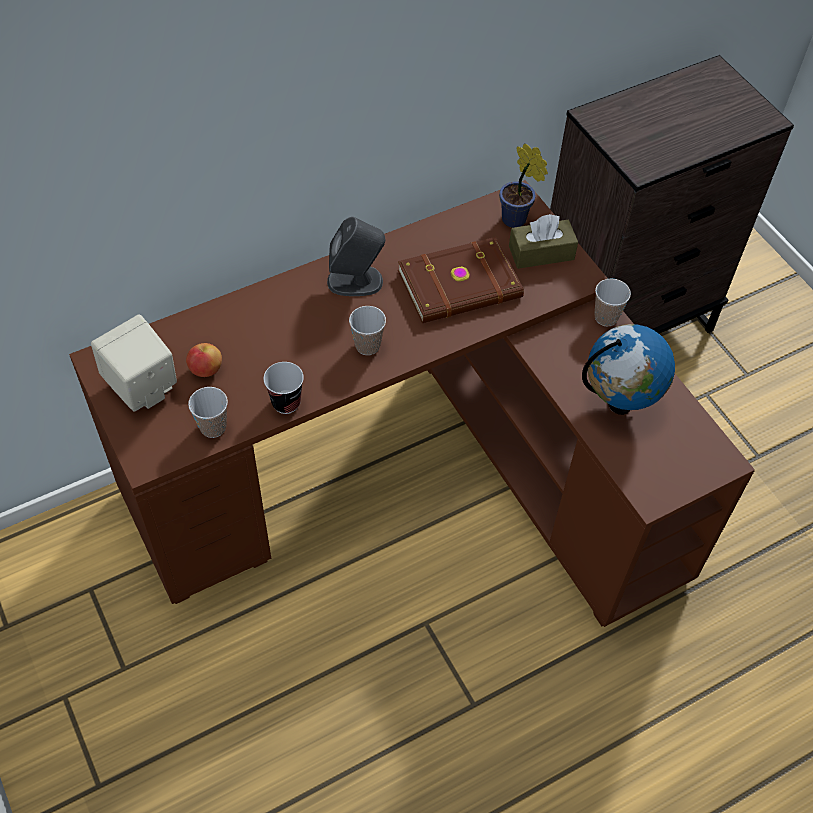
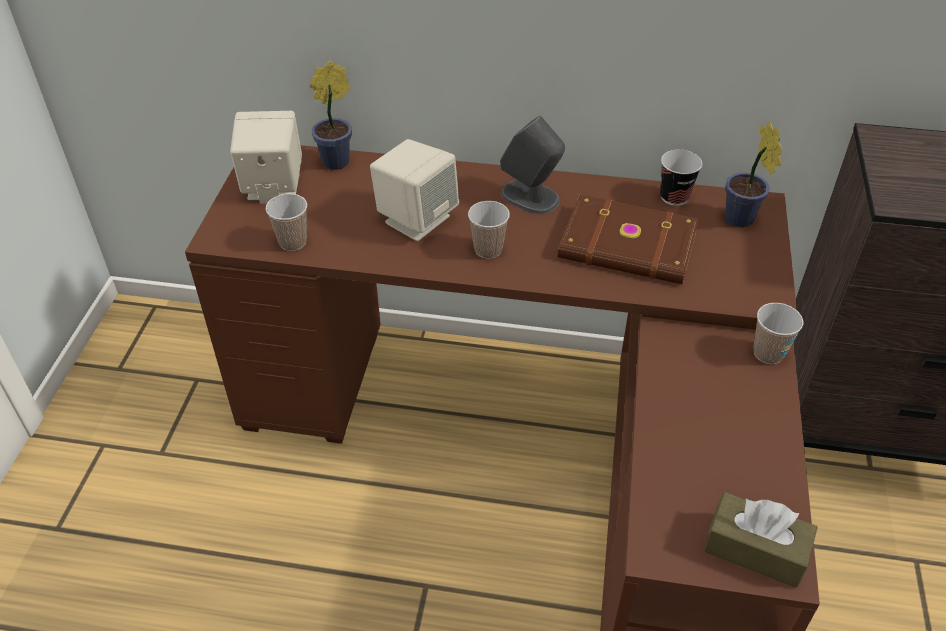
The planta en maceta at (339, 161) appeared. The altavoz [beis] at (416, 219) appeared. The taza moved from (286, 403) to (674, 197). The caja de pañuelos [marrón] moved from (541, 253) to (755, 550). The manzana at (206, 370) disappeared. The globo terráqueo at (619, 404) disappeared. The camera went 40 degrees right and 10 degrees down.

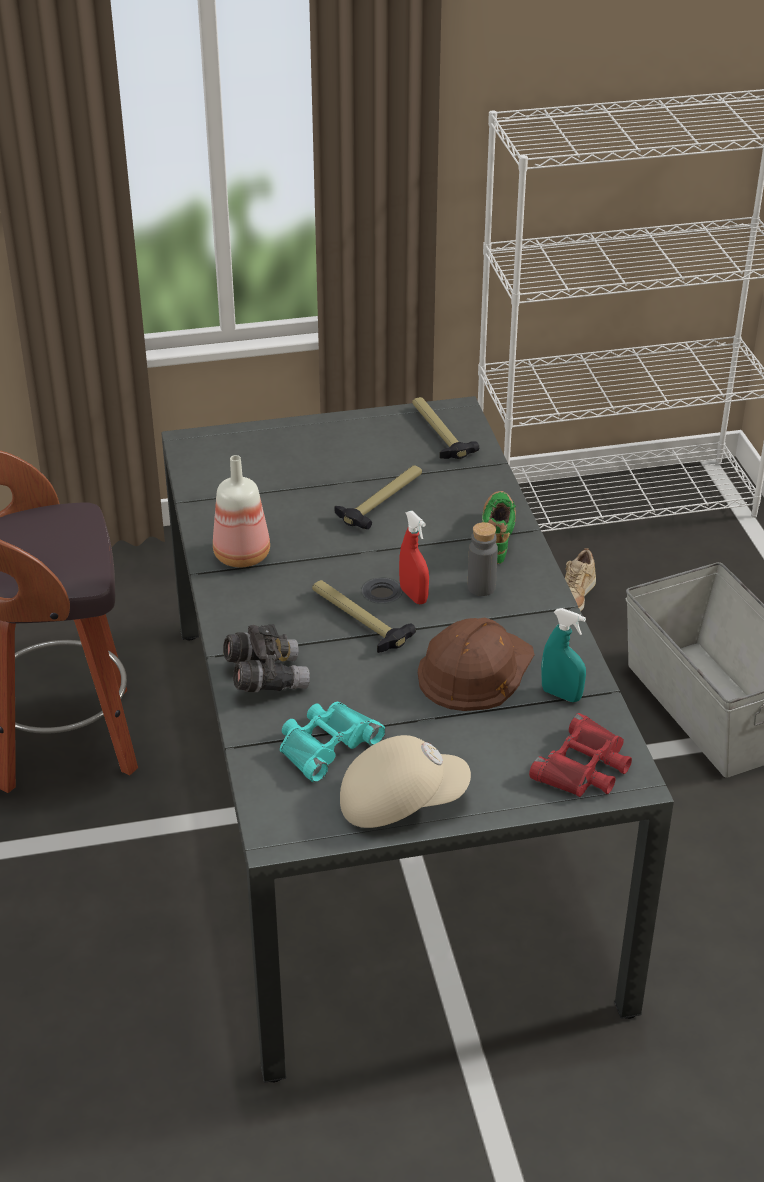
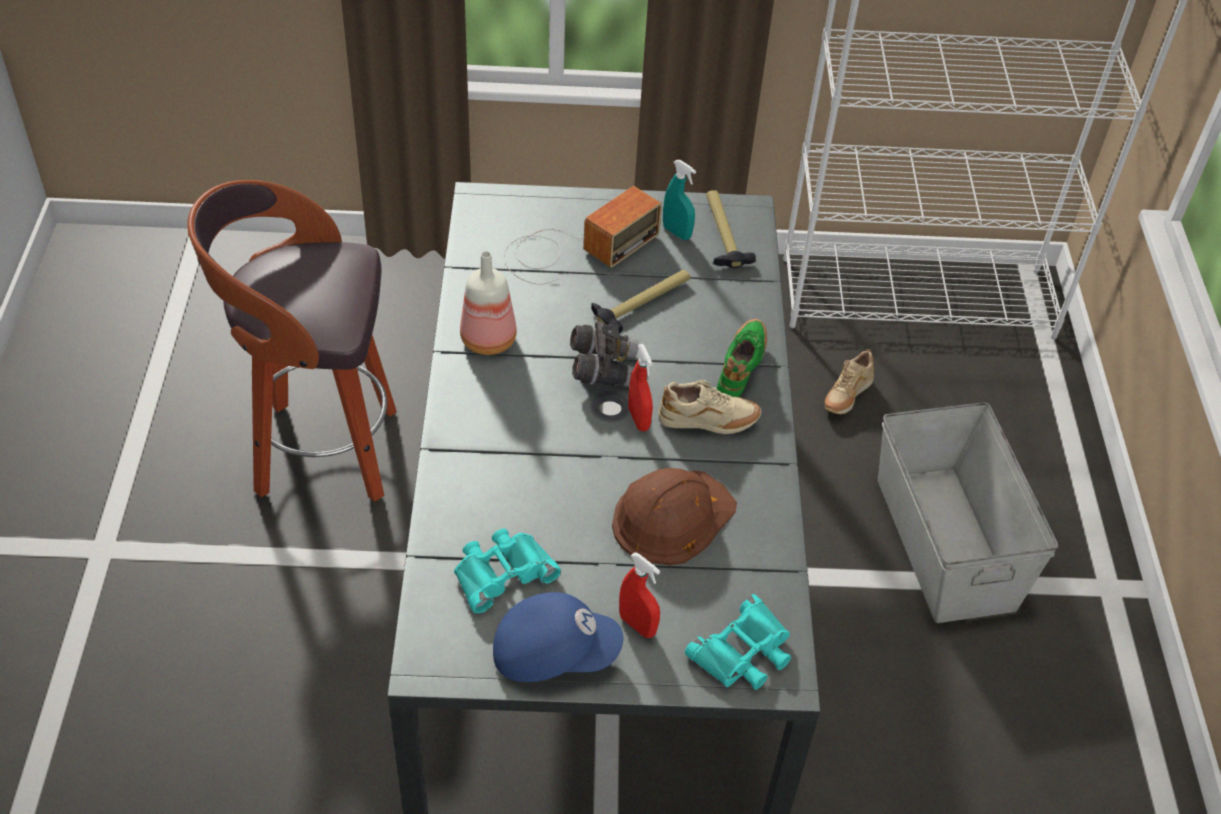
The gorra [beis] at (401, 800) became the gorra [azul] at (554, 652). The radio at (575, 249) appeared. The prismáticos [gris] moved from (266, 677) to (604, 369). The pulverizador [rojo] at (637, 625) appeared. The botella [gris] at (481, 587) was replaced by the zapato [beis] at (708, 423). The pulverizador [turquesa] moved from (561, 694) to (676, 232). The prismáticos [rojo] at (584, 767) became the prismáticos [turquesa] at (743, 652). The martillo at (357, 620) disappeared. The camera went 10 degrees right and 10 degrees up.

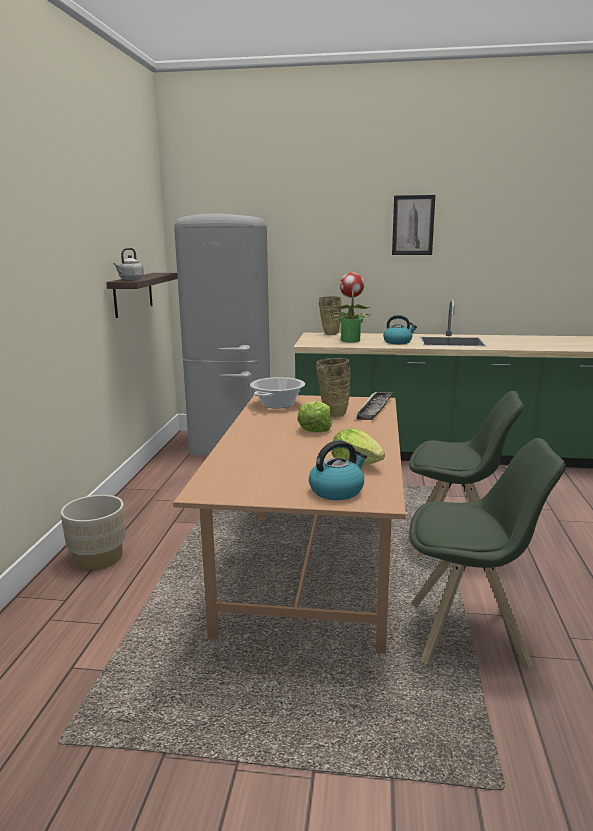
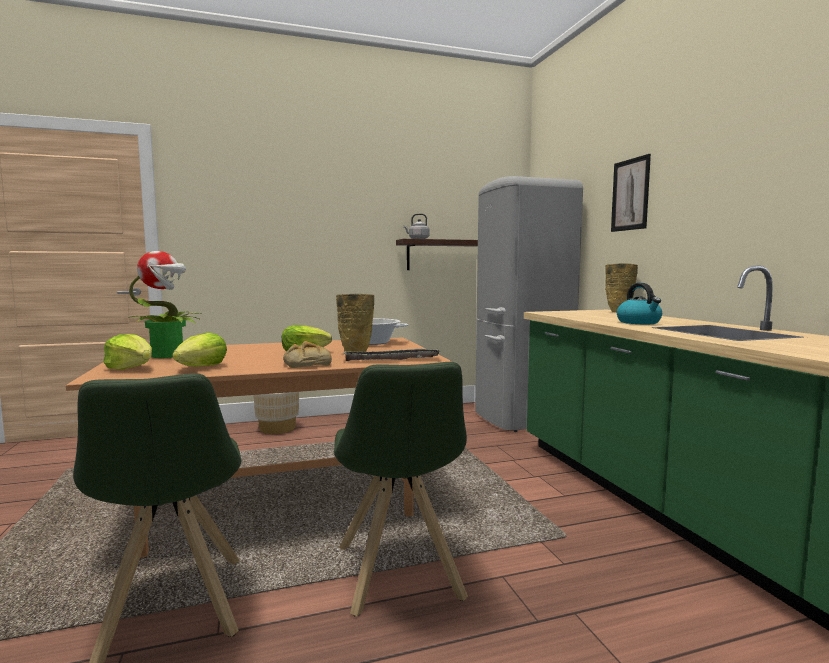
The hervidor at (337, 490) was replaced by the lechuga at (131, 368). The planta en maceta moved from (350, 340) to (168, 355). The pan at (306, 363) appeared. The cuadro moved from (413, 225) to (630, 194). The camera went 65 degrees right and 10 degrees down.

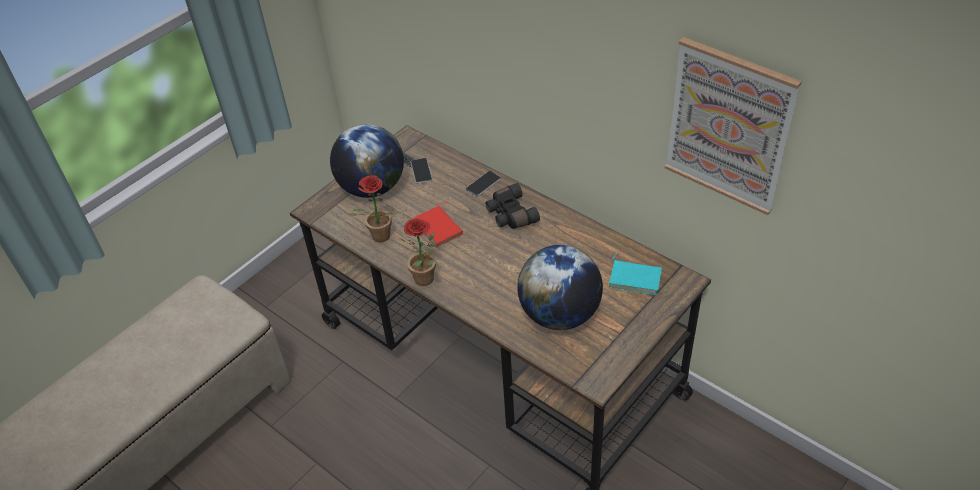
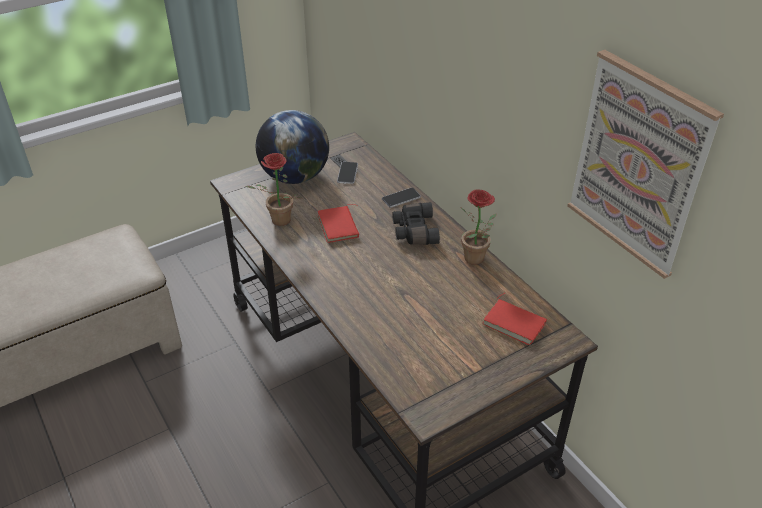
The planta en maceta moved from (427, 281) to (476, 261). The libro [turquesa] at (635, 278) became the libro [rojo] at (515, 323). The globo terráqueo at (560, 314) disappeared. The camera went 15 degrees right and 5 degrees down.

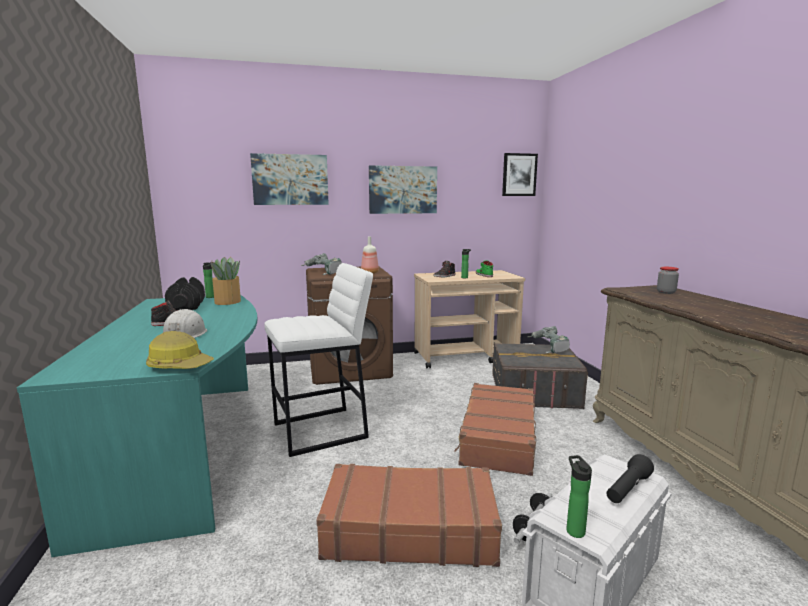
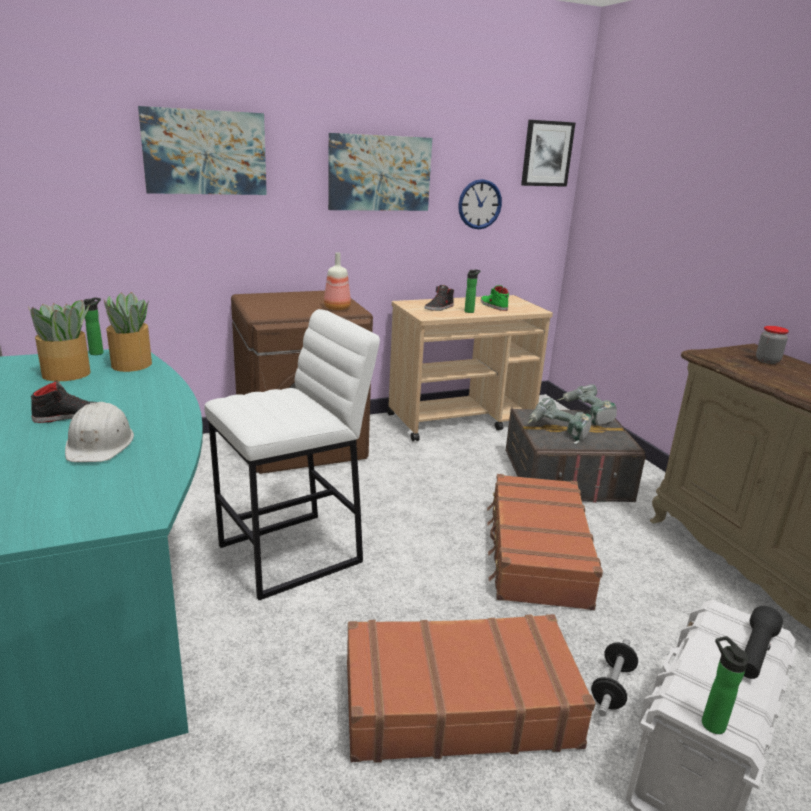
The mancuerna [negro] at (186, 306) was replaced by the planta en maceta at (67, 374). The reloj de pared at (479, 204) appeared. The taladro moved from (322, 272) to (557, 432). The casco at (180, 366) disappeared. The camera went 10 degrees left and 10 degrees up.

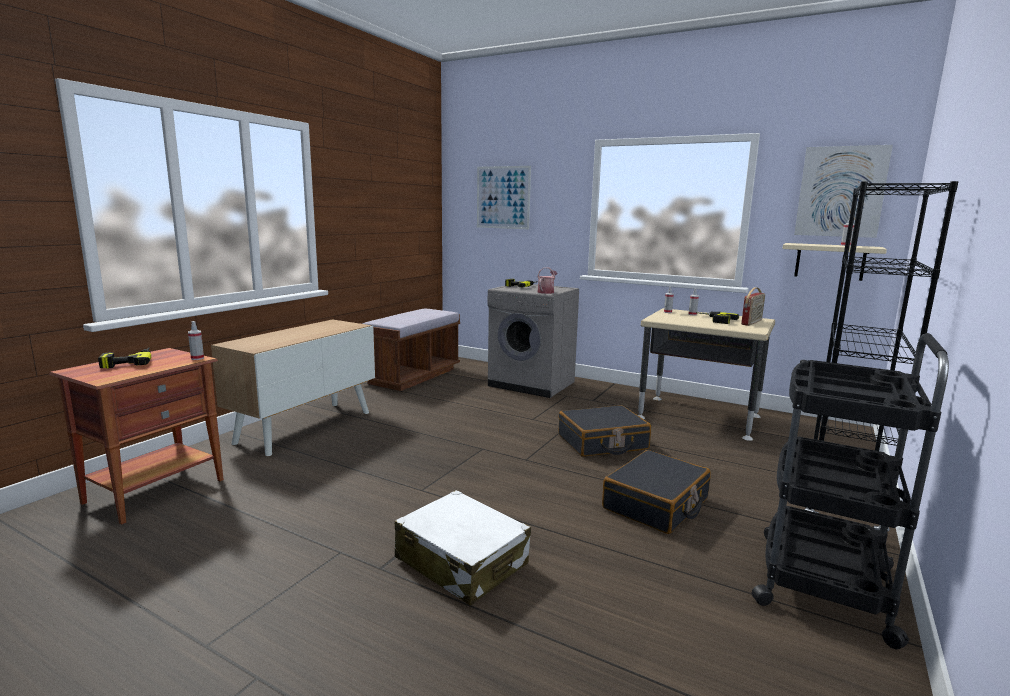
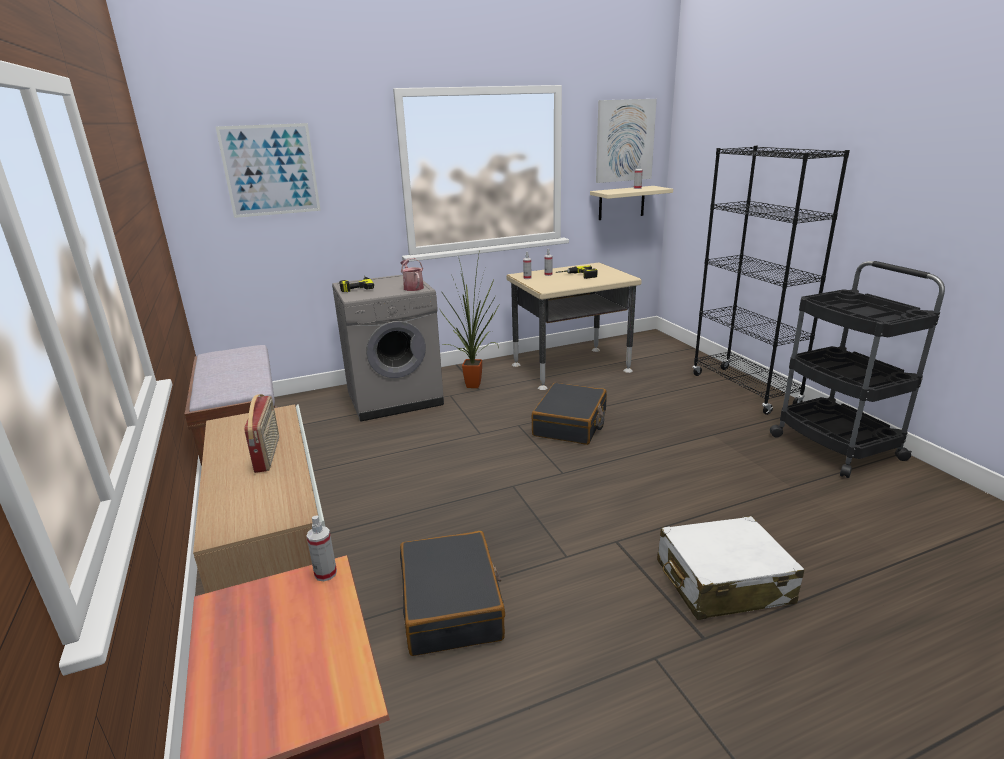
The radio moved from (752, 322) to (268, 454). The maleta [negro] moved from (656, 504) to (452, 605). The planta en maceta at (476, 386) appeared. The taladro at (128, 361) disappeared. The camera went 50 degrees left and 10 degrees up.

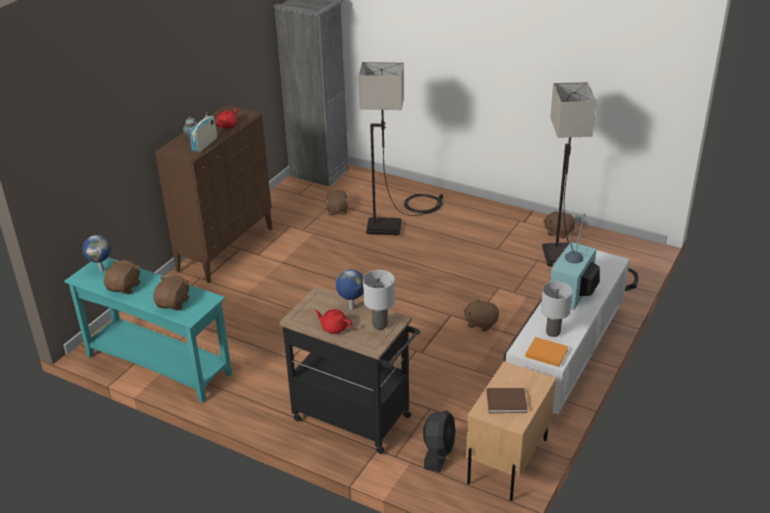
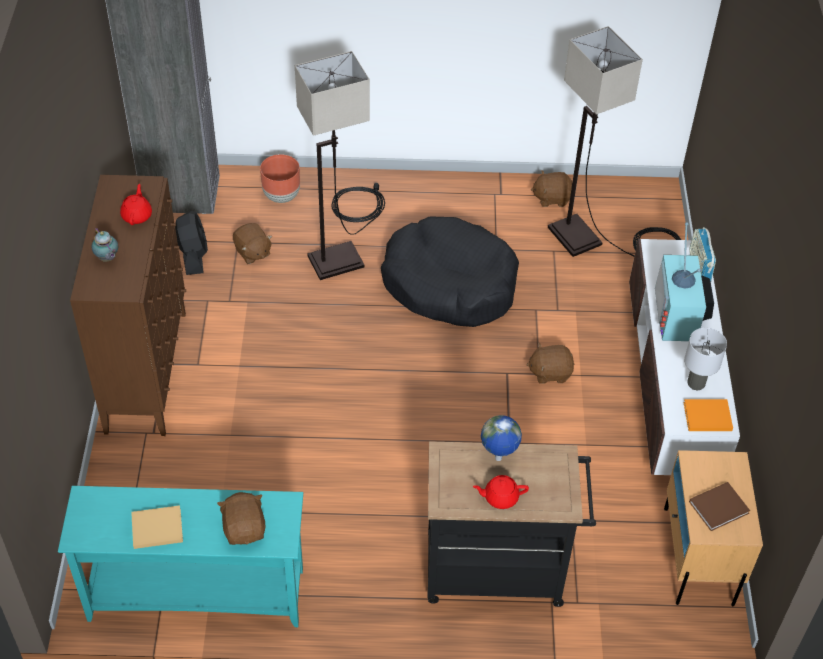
The peluche [marrón] at (125, 287) was replaced by the libro [beis] at (155, 528). The ventilador [negro] moved from (438, 453) to (193, 255). The maceta [marrón] at (281, 196) appeared. The cama para perro [negro] at (449, 284) appeared. The radio moved from (204, 144) to (699, 266). The globo terráqueo at (102, 270) disappeared. The lámpara de mesa [blanco] at (380, 326) disappeared. The camera went 30 degrees left and 15 degrees up.

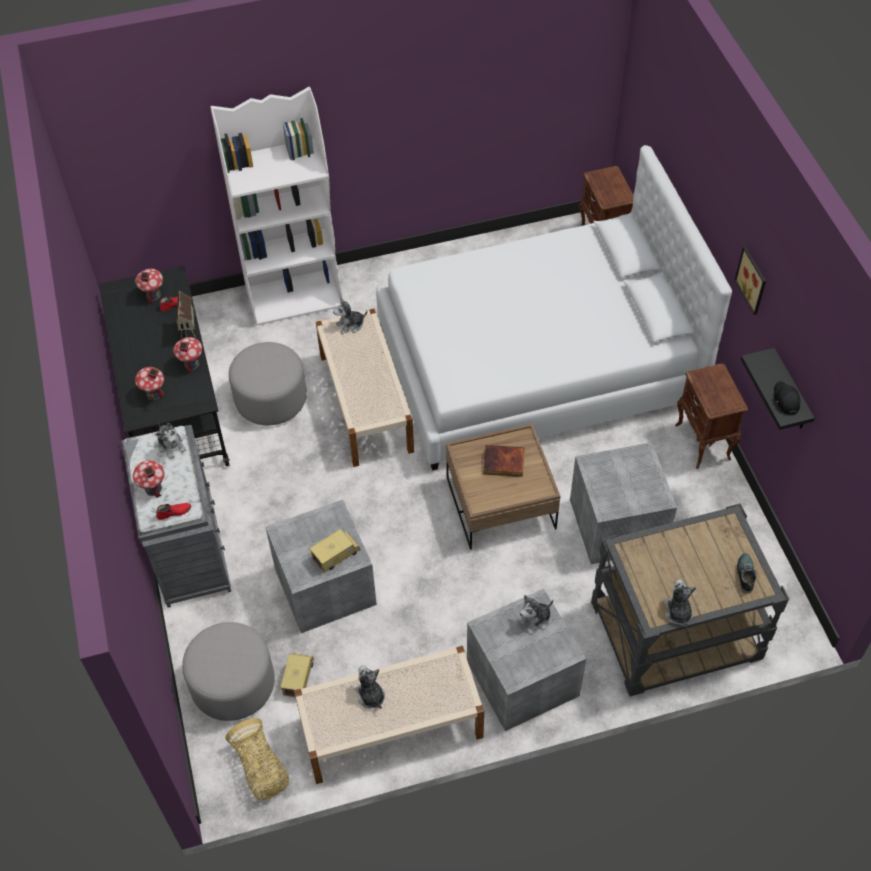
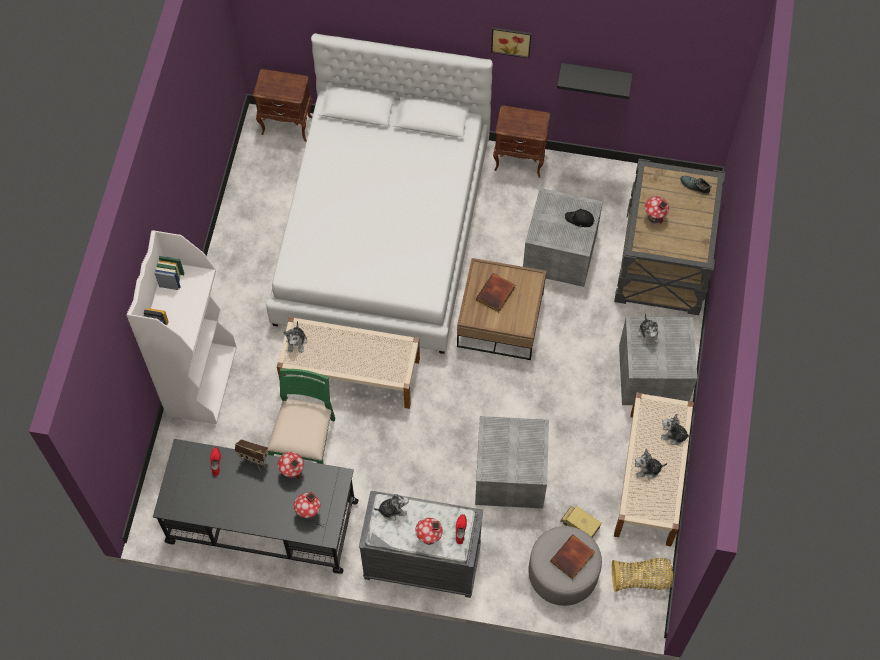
The puf [gris] at (271, 399) was replaced by the silla [verde] at (305, 443). The libro at (572, 558) appeared. The gorra [negro] moved from (785, 400) to (579, 219). The casita moved from (153, 295) to (654, 217). The peluche moved from (677, 612) to (673, 435). The camión de juguete at (336, 554) disappeared. The camera went 65 degrees left and 10 degrees up.

